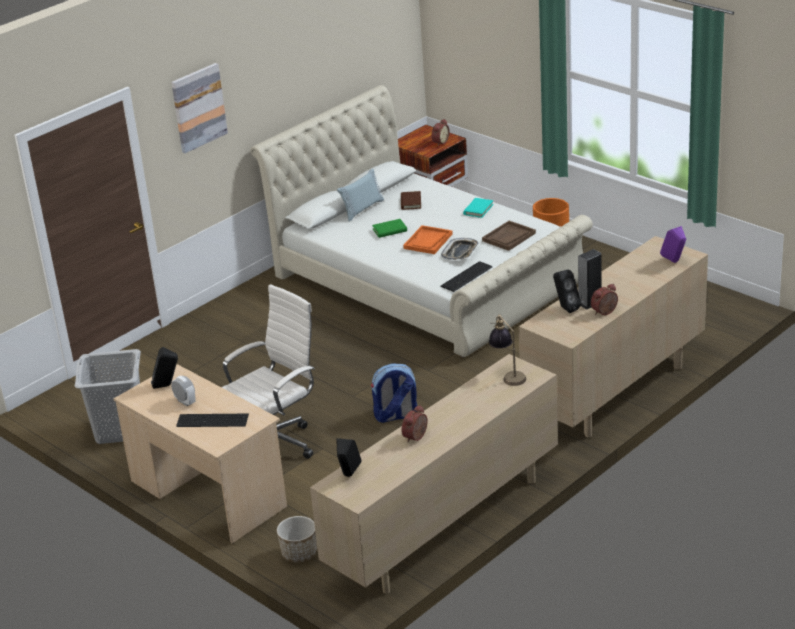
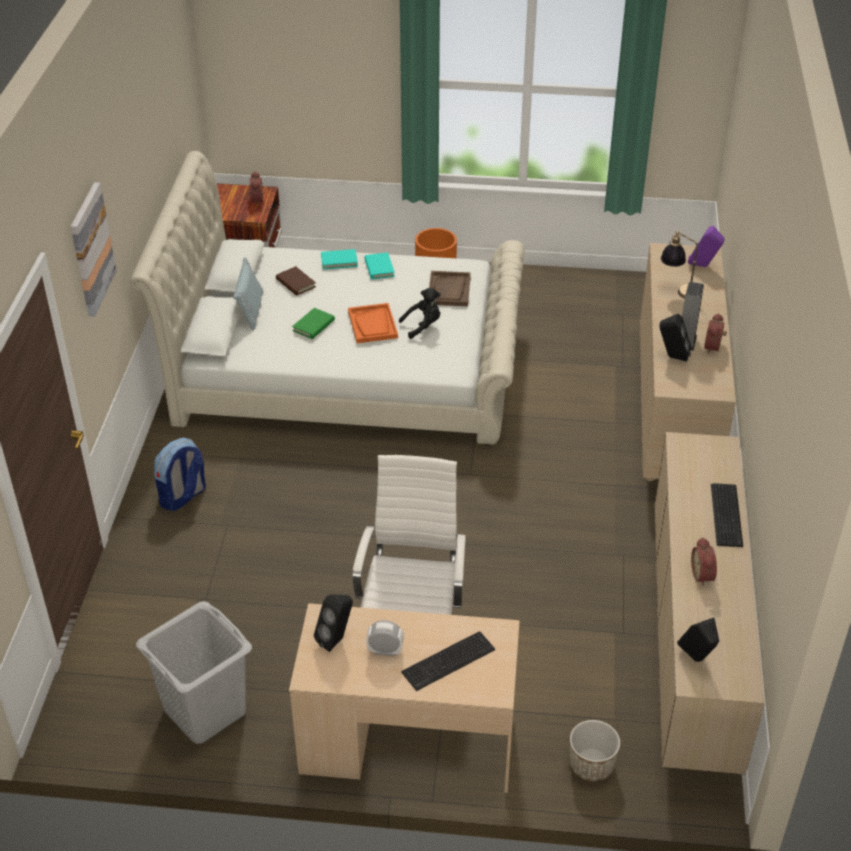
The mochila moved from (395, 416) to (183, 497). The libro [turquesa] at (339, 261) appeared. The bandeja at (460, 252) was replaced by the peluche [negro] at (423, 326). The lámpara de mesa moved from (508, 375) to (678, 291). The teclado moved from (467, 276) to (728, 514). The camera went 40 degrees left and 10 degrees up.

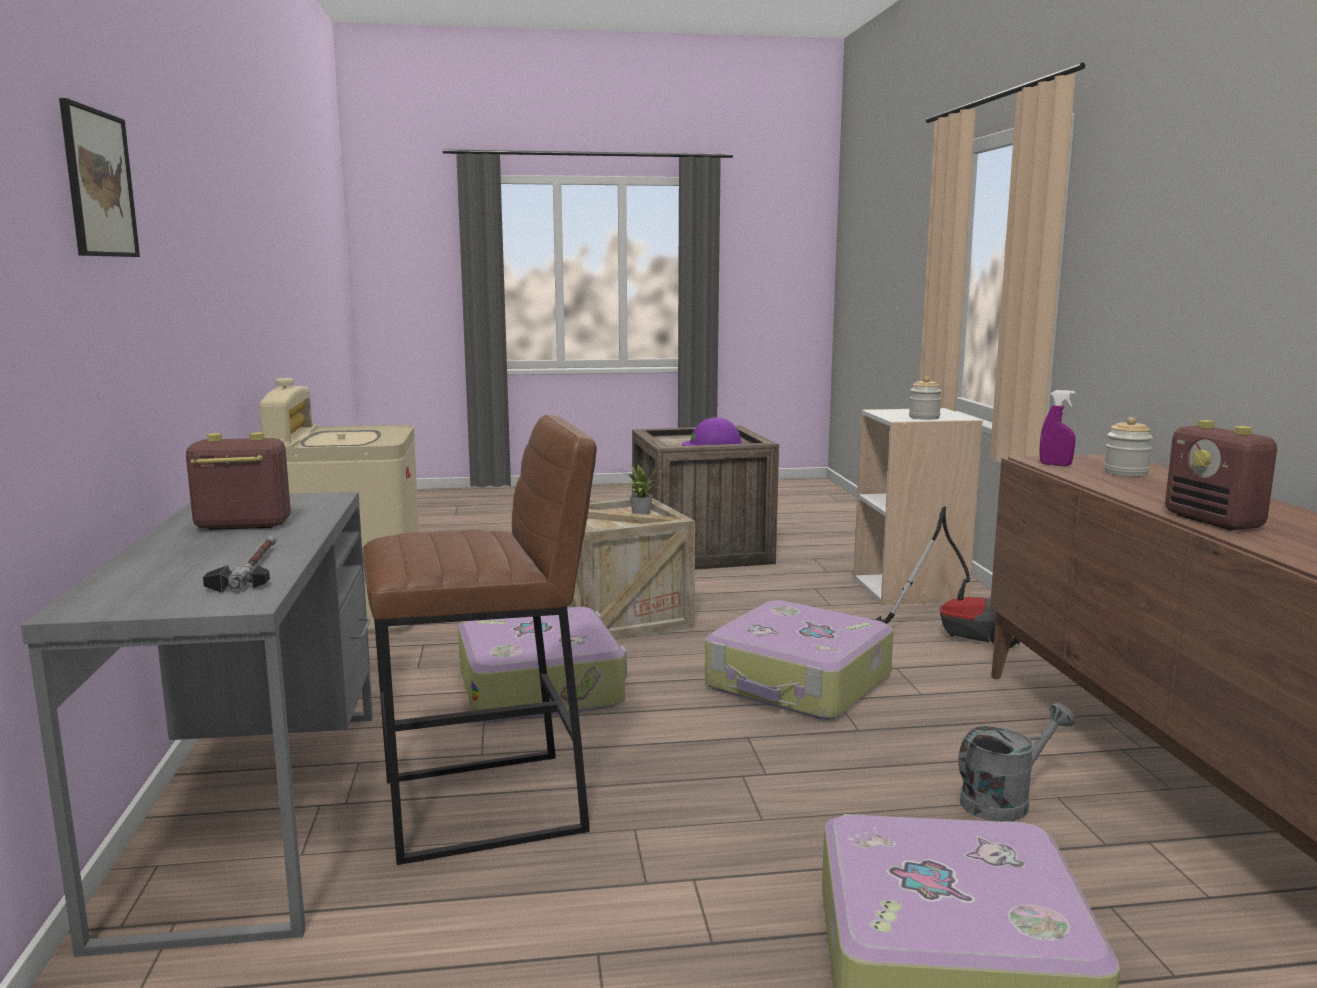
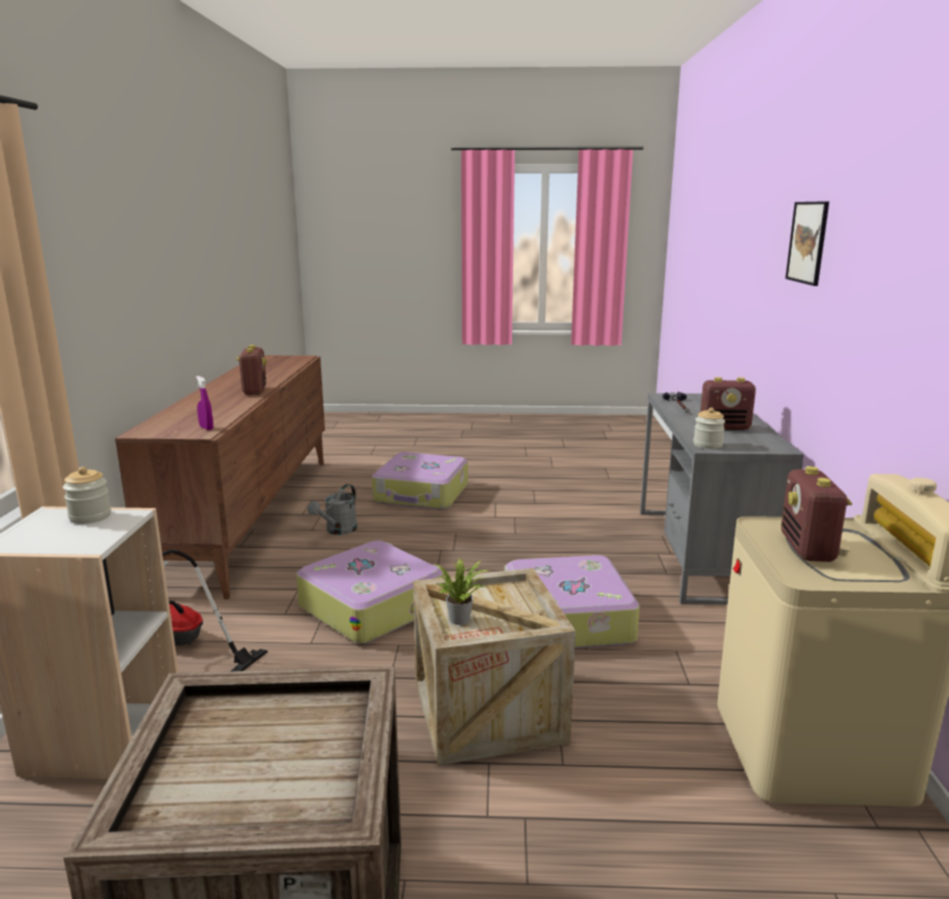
The regadera [gris] at (1004, 800) turned 45 degrees counterclockwise. The tarro moved from (1125, 472) to (707, 445). The radio at (808, 549) appeared. The taburete [marrón] at (487, 804) disappeared. The casco [morado] at (713, 444) disappeared. The camera went 170 degrees left and 5 degrees up.

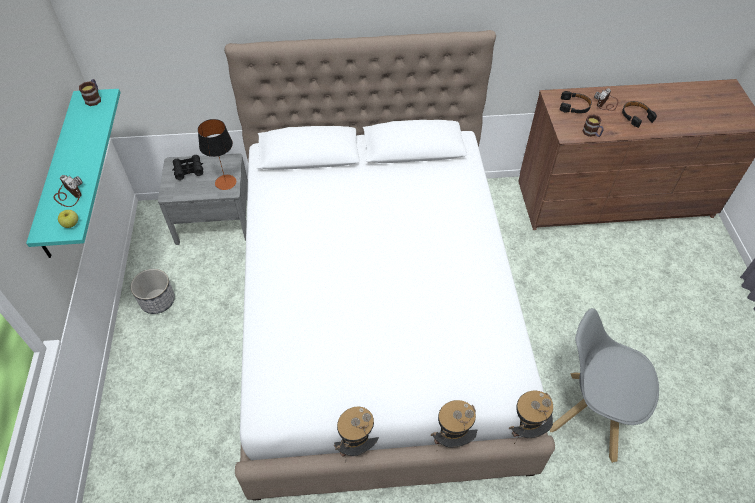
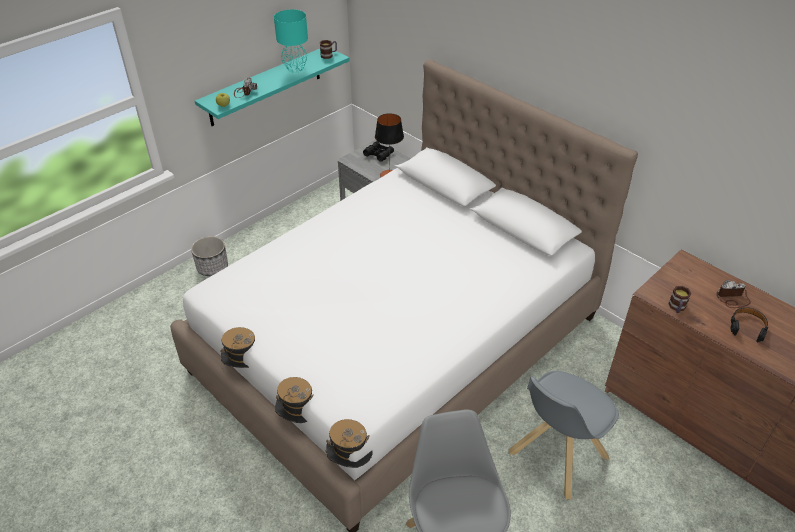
The maceta moved from (157, 301) to (212, 267). The lámpara de mesa [turquesa] at (296, 69) appeared. The silla [gris] at (556, 456) appeared. The auriculares [negro] at (574, 106) disappeared. The camera went 50 degrees right and 10 degrees down.

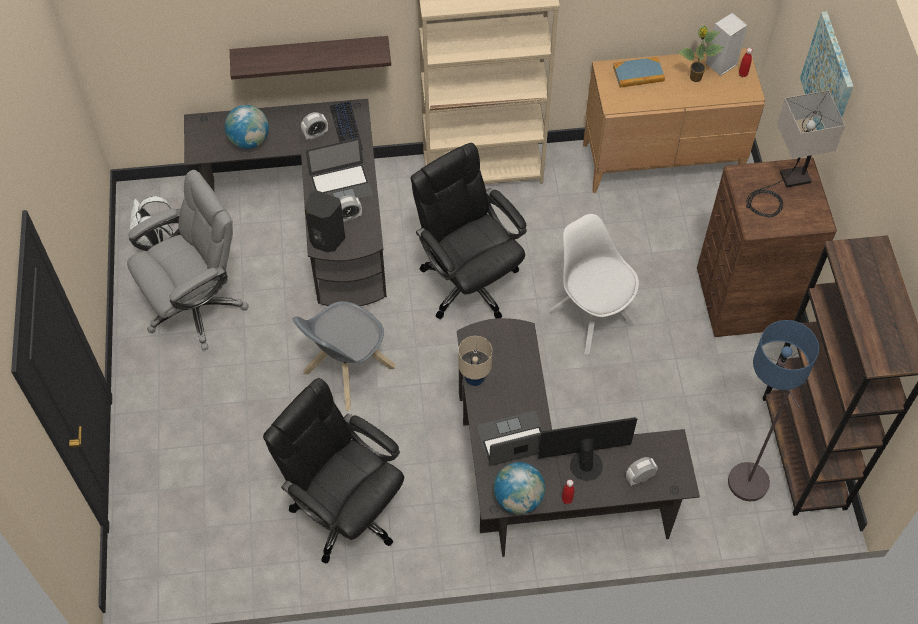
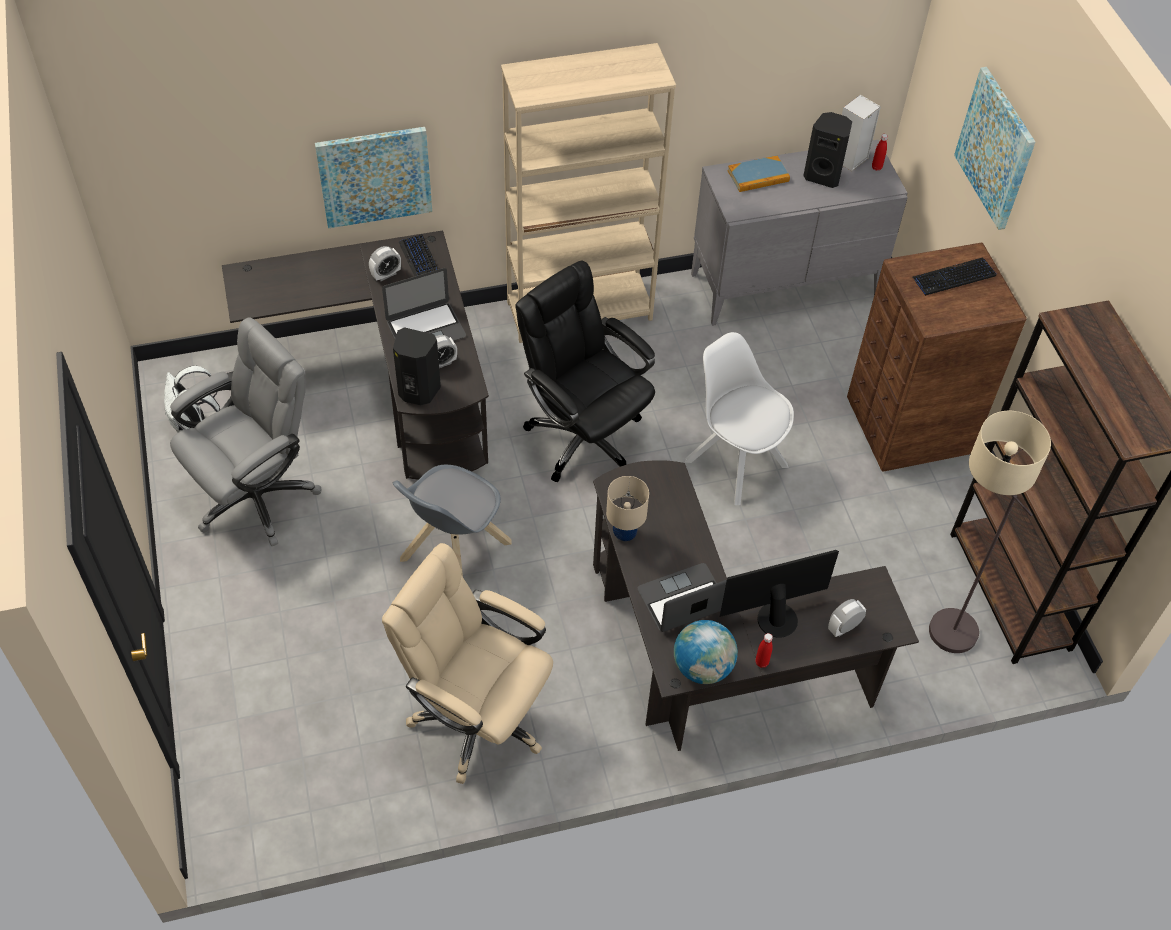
The estante at (310, 54) was replaced by the cuadro at (375, 176). The silla de oficina [negro] at (346, 512) became the silla de oficina [beis] at (477, 719). The armario [marrón] at (662, 161) became the armario [gris] at (785, 285). The planta en maceta at (695, 78) was replaced by the altavoz [negro] at (823, 175). The lámpara de mesa at (781, 188) was replaced by the teclado at (953, 277). The lámpara de pie [azul] at (742, 472) became the lámpara de pie [beis] at (943, 620). The globo terráqueo at (249, 140) disappeared. The camera went 10 degrees left and 5 degrees down.

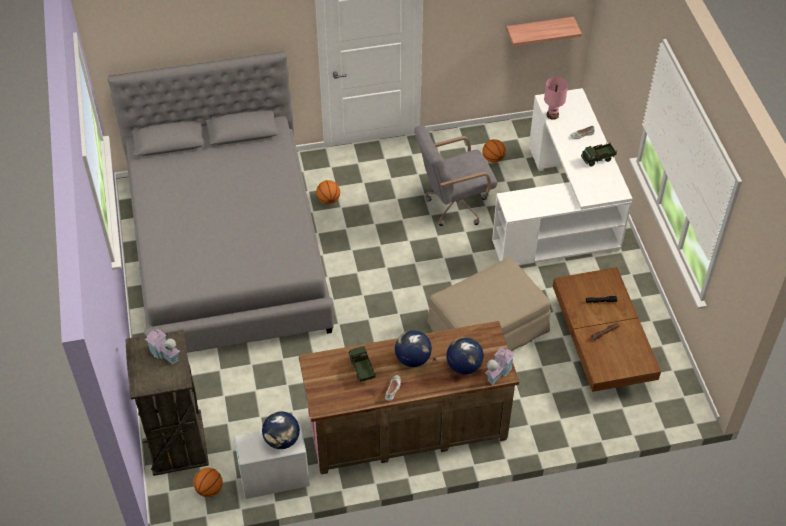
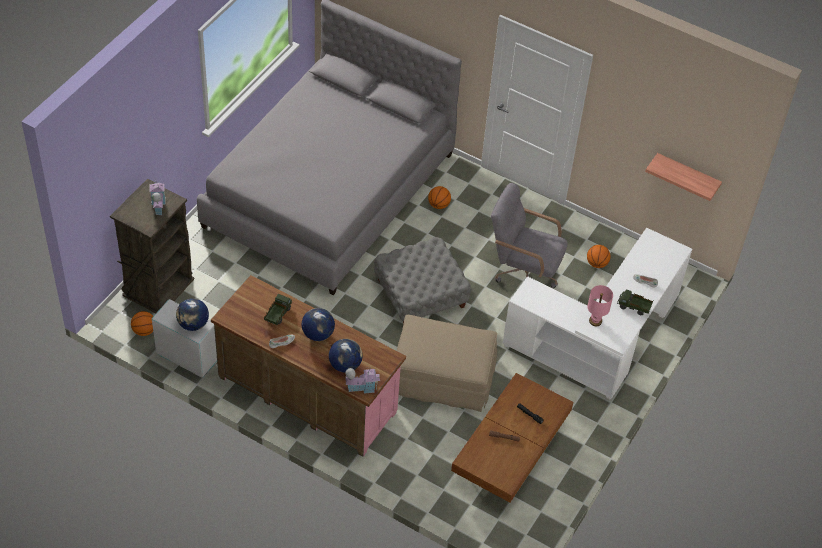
The puf [gris] at (420, 293) appeared. The lámpara de mesa [rosa] moved from (553, 115) to (595, 321). The camera went 40 degrees right and 0 degrees up.

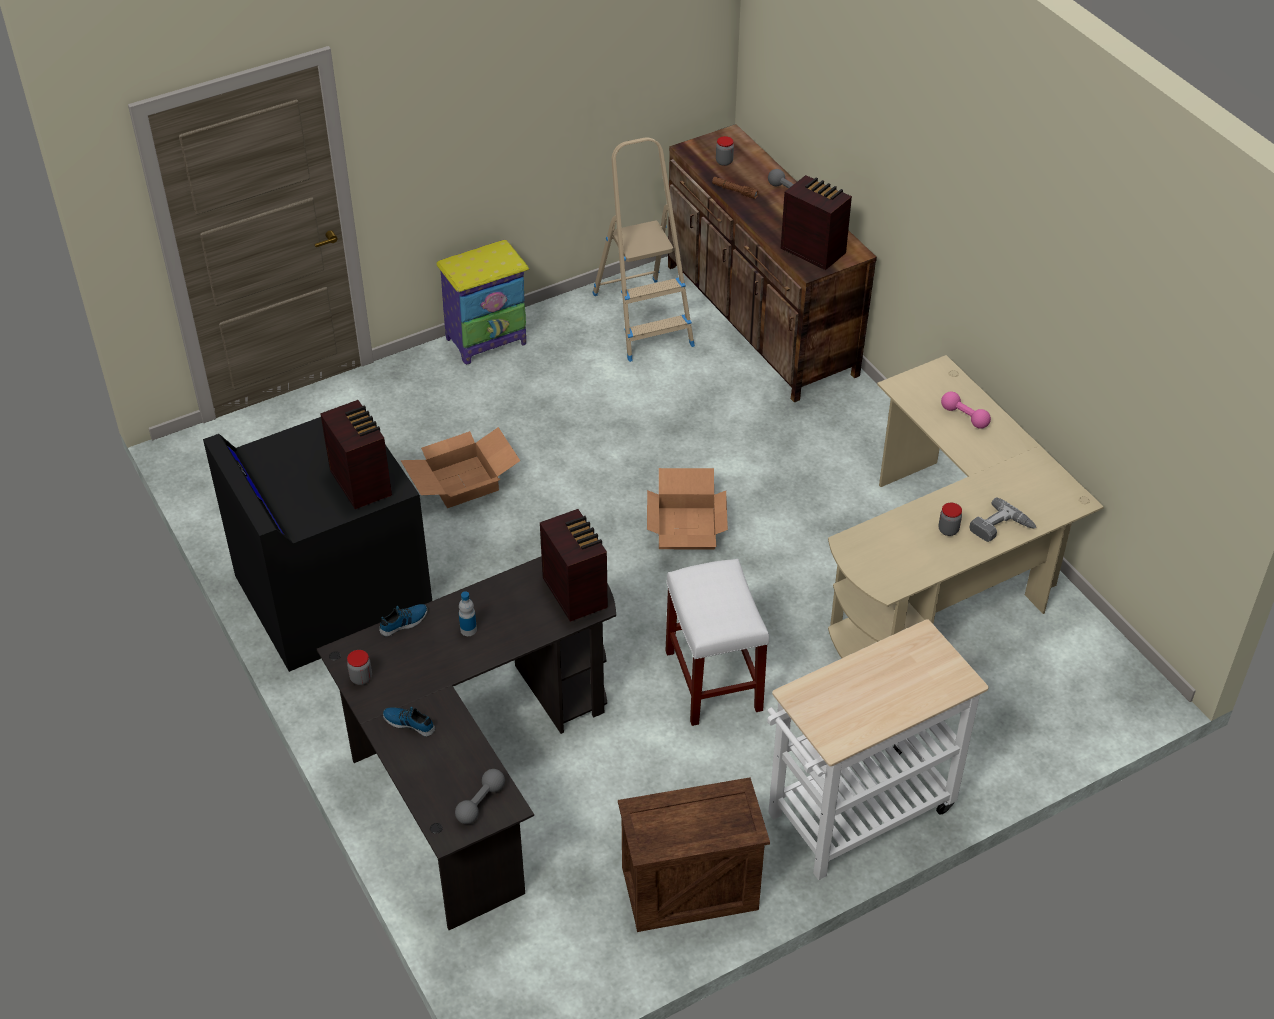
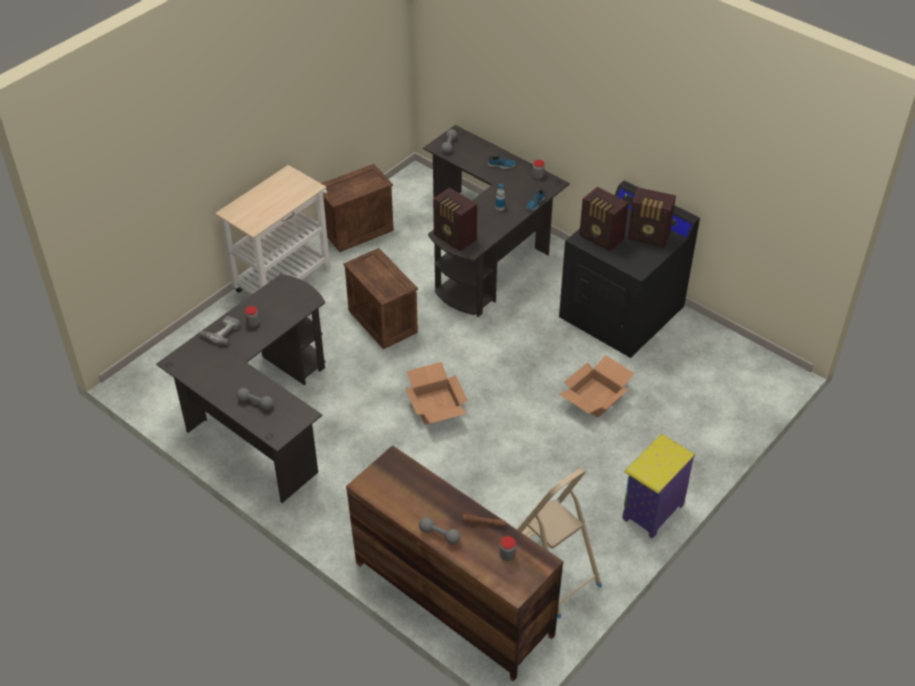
The escritorio [beis] at (945, 578) became the escritorio [negro] at (260, 417). The mancuerna [rosa] at (964, 417) became the mancuerna [gris] at (255, 403). The taburete [blanco] at (714, 682) was replaced by the caja de embalaje at (381, 321). The radio moved from (812, 250) to (649, 236). The camera went 160 degrees right and 0 degrees up.

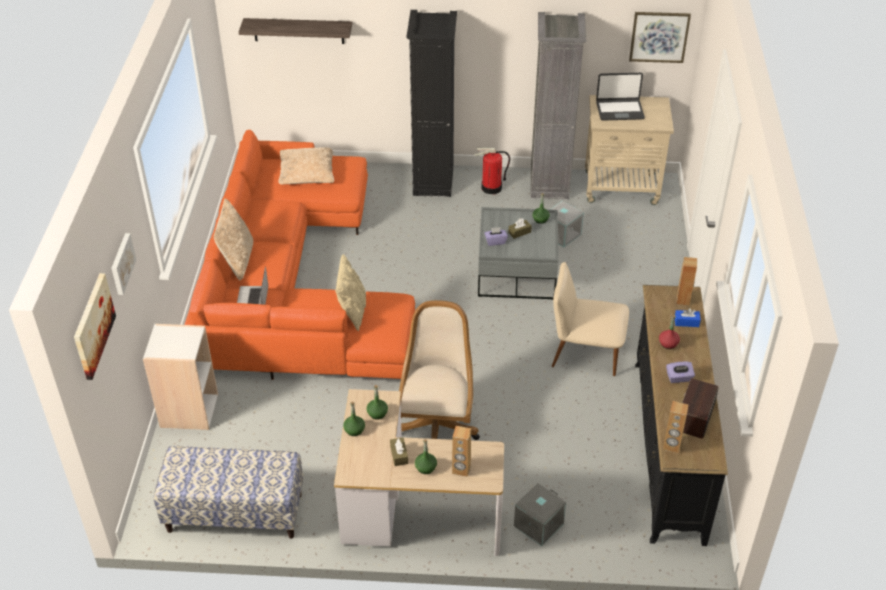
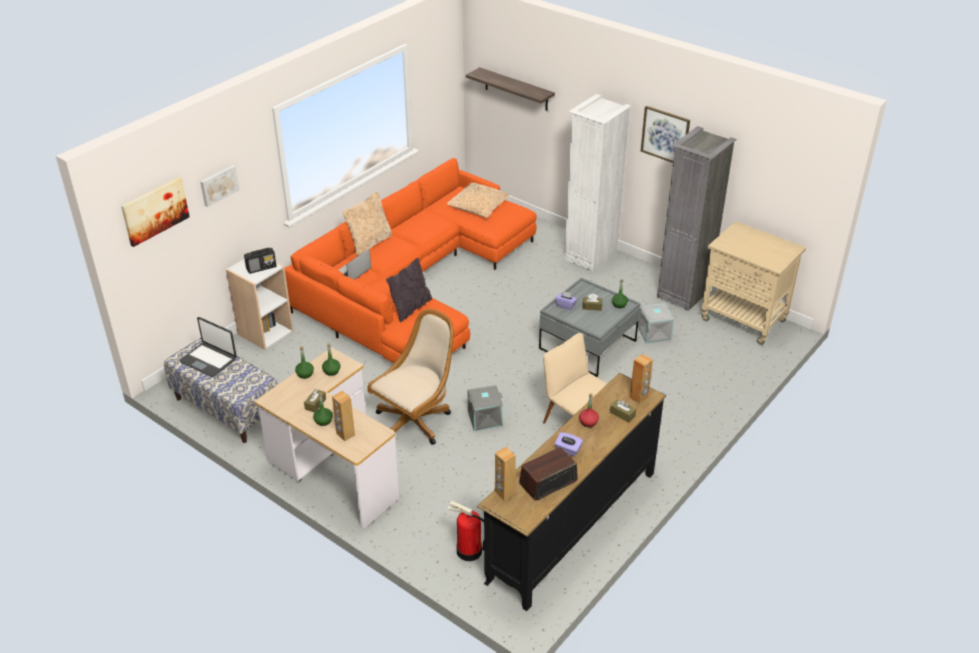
The portátil moved from (619, 110) to (209, 360). The radio at (261, 268) appeared. The cojín [beis] at (353, 311) became the cojín [negro] at (411, 308). The extintor moved from (491, 188) to (468, 551). The caja de almacenaje [gris] moved from (538, 524) to (485, 418). The armario [negro] at (433, 182) became the armario [blanco] at (590, 256). The caja de pañuelos [azul] at (686, 322) became the caja de pañuelos [marrón] at (622, 414). The cuadro moved from (659, 36) to (665, 135). The camera went 35 degrees right and 5 degrees down.

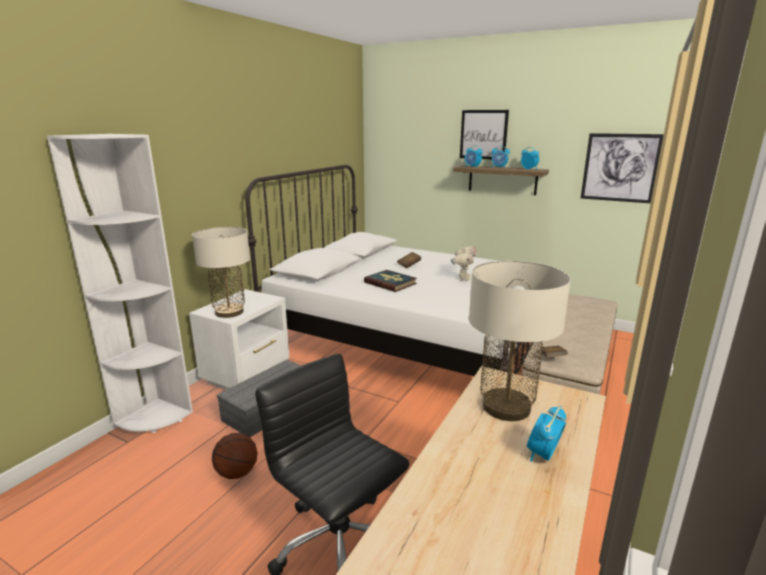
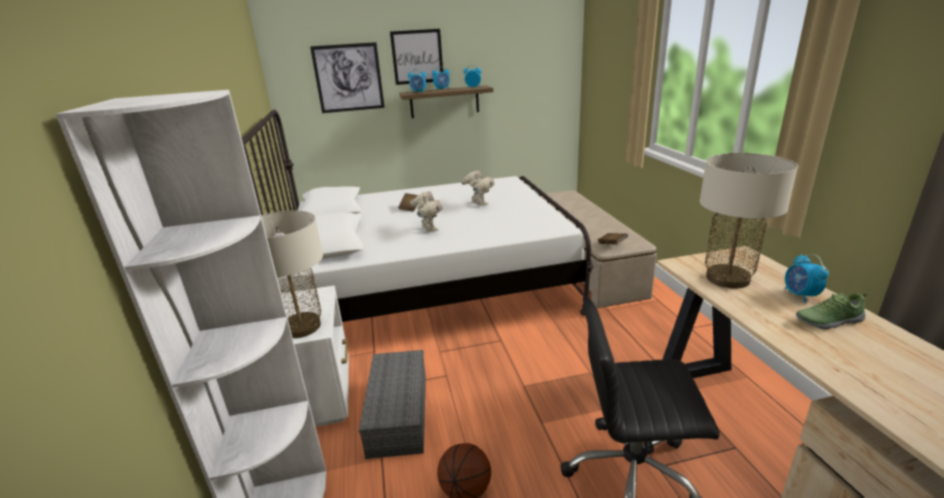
The cuadro moved from (620, 168) to (348, 78). The libro at (390, 283) was replaced by the robot de juguete at (428, 229). The zapato at (827, 320) appeared. The camera went 40 degrees left and 5 degrees up.

